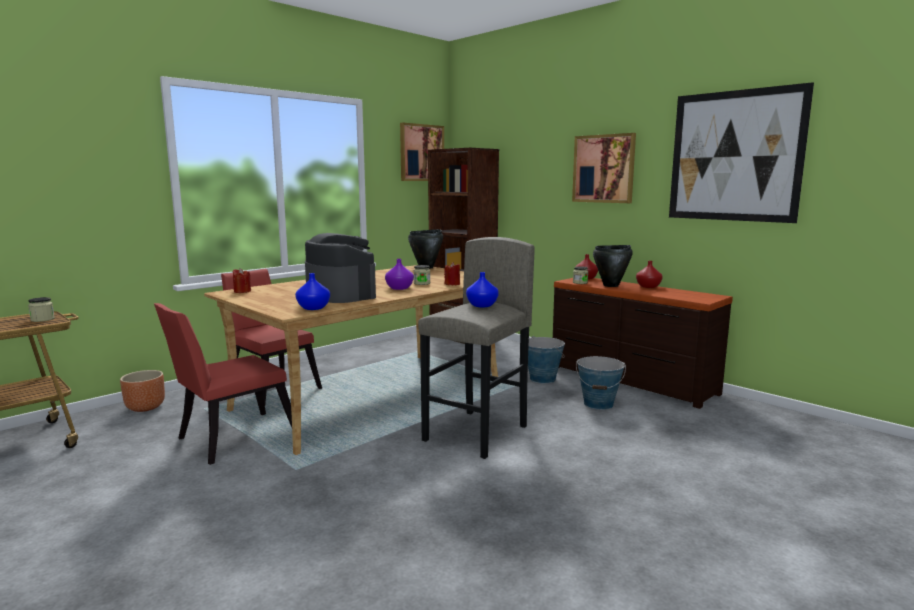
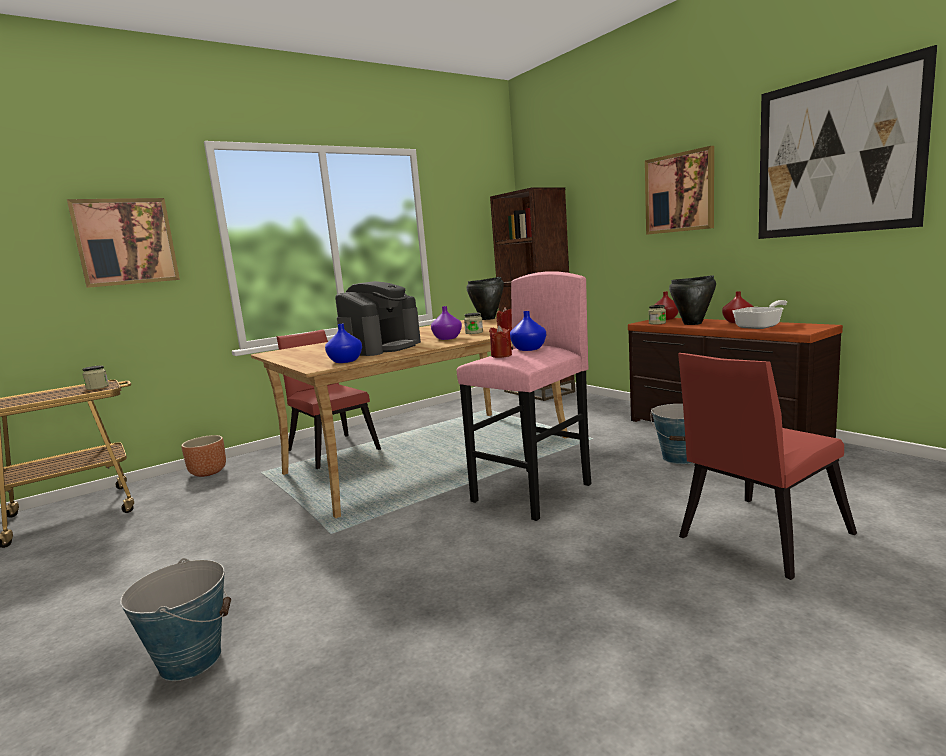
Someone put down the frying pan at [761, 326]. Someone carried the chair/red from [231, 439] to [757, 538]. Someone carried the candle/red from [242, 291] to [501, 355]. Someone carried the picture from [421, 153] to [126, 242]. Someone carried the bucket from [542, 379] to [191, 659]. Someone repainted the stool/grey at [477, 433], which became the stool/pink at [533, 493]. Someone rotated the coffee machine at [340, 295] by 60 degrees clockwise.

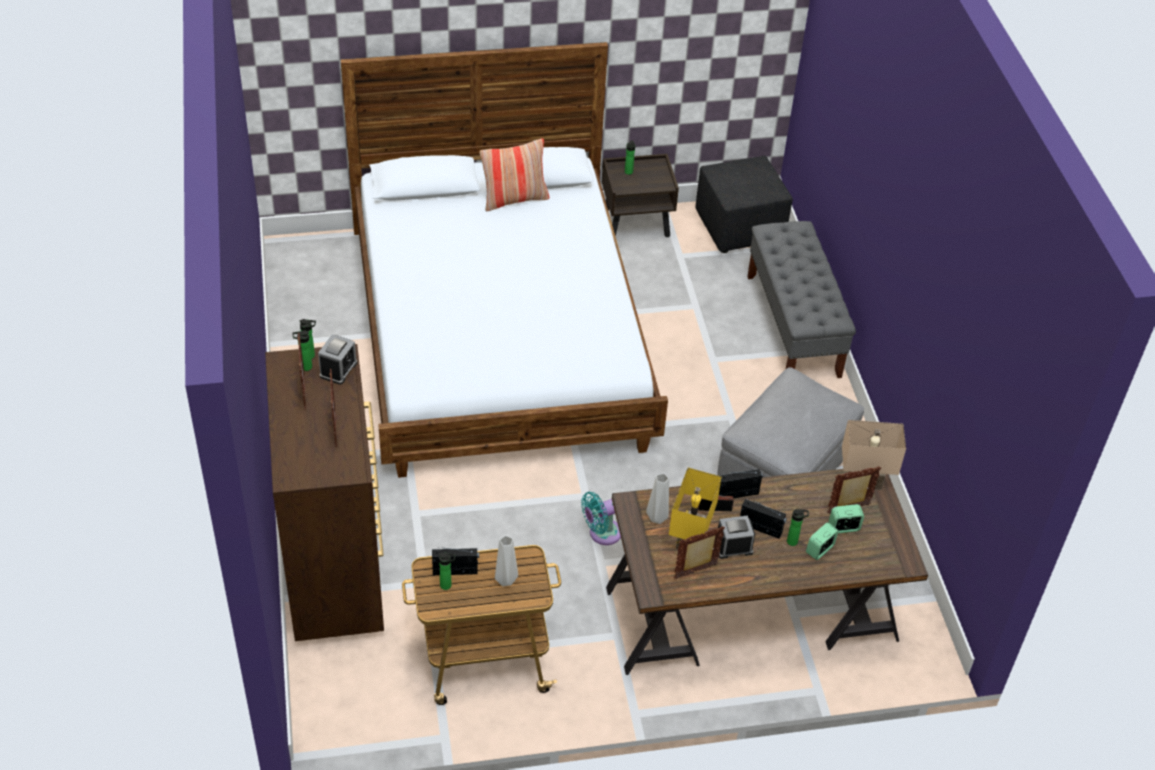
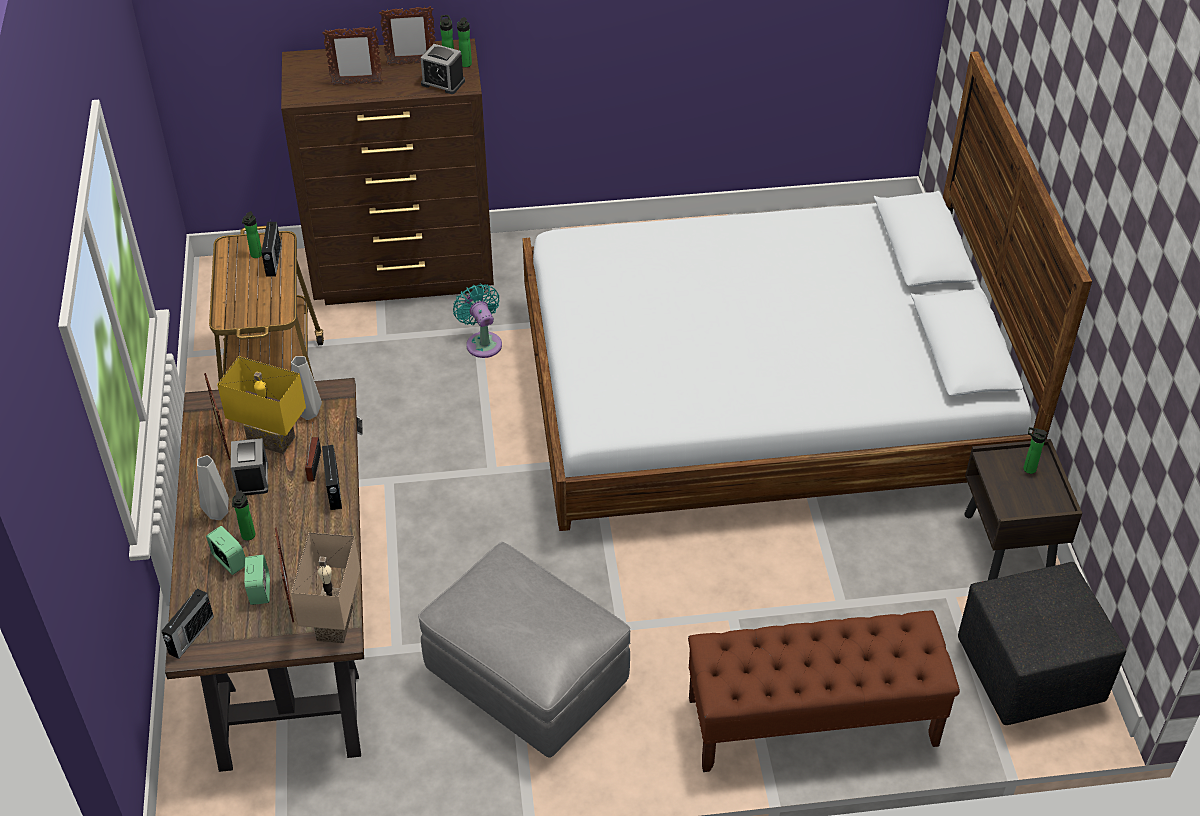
Someone took away the pillow at [514, 199]. Someone carried the vase/grey from [504, 581] to [217, 512]. Someone carried the fan/turquoise from [602, 533] to [482, 342]. Someone carried the radio from [761, 528] to [190, 636]. Someone repainted the bench/grey at [793, 326], which became the bench/brown at [811, 722].

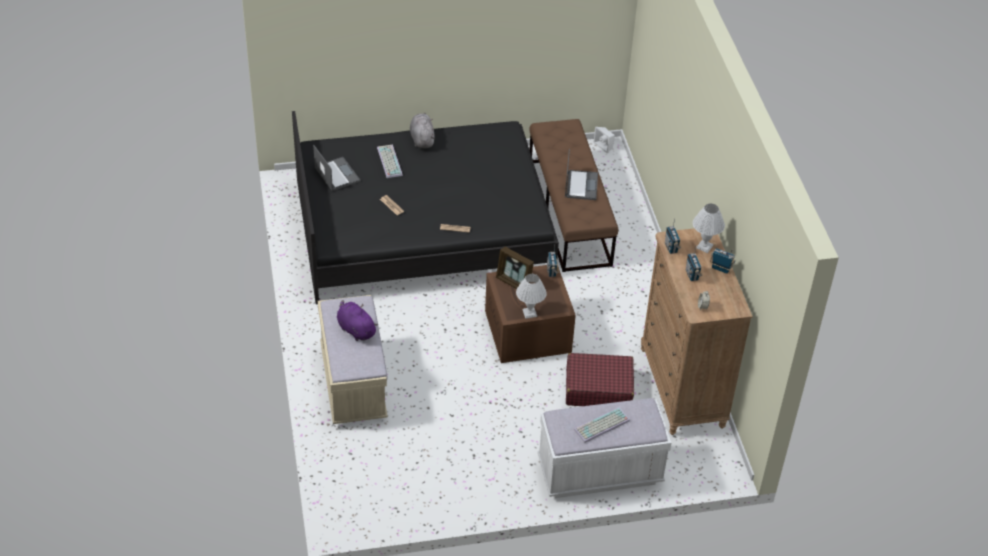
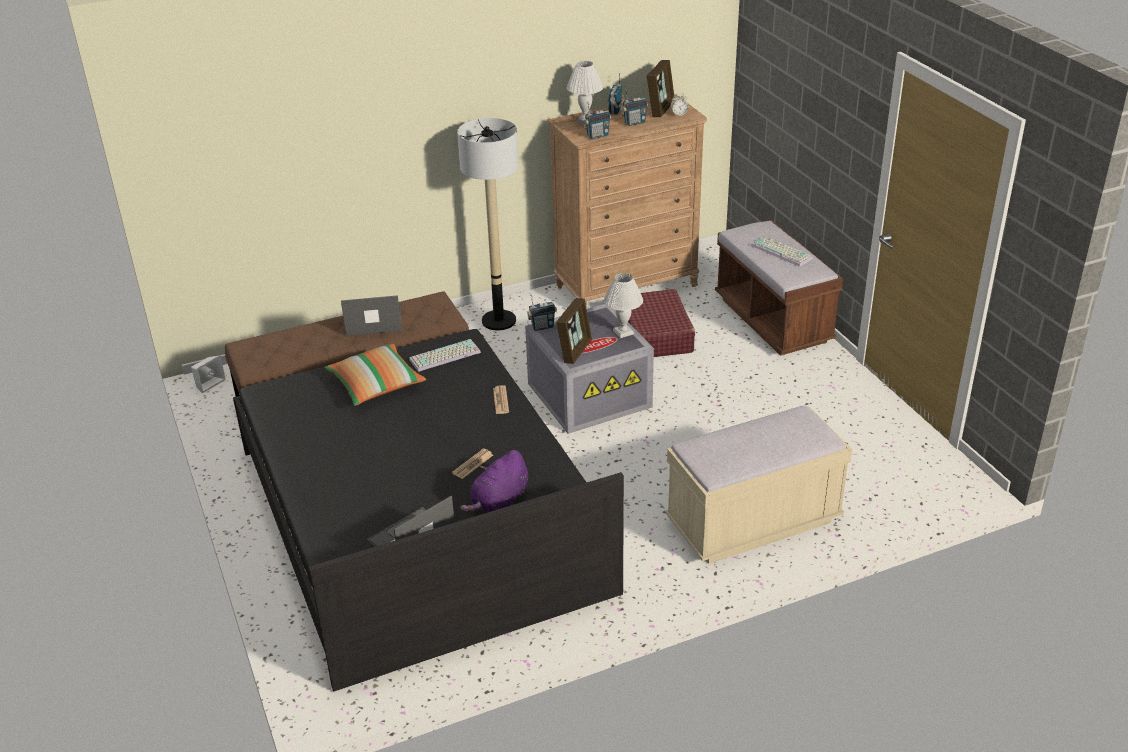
Someone took away the plush toy/grey at [422, 139]. Someone put down the pillow at [376, 385]. Someone put down the floor lamp at [499, 320]. Someone put down the picture frame at [660, 109]. Someone carried the plush toy/purple from [355, 329] to [499, 501]. Someone carried the keyboard from [388, 161] to [444, 357]. Someone repainted the storage box/brown at [529, 332], which became the storage box/grey at [590, 394]. Someone repainted the bench/white at [600, 472], which became the bench/brown at [773, 320].

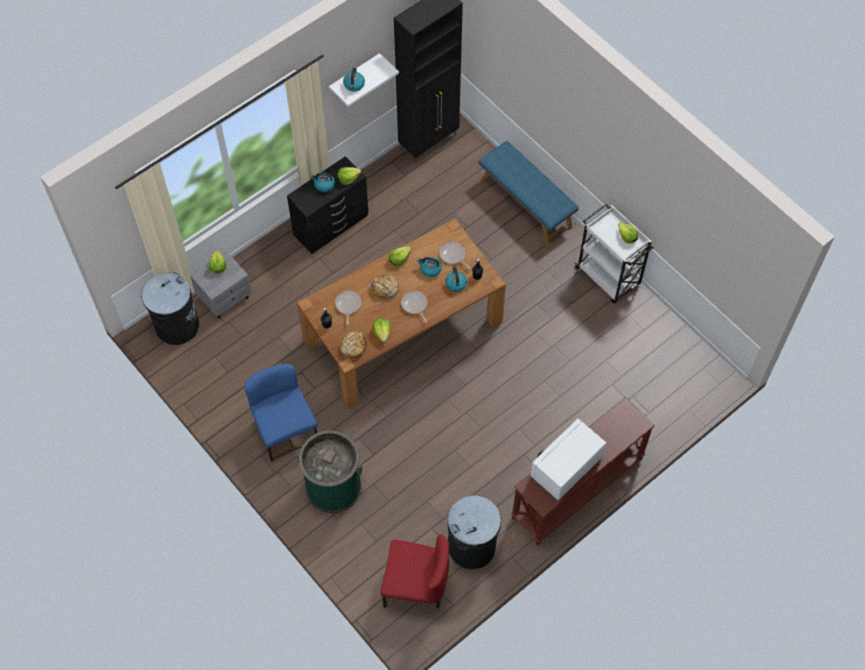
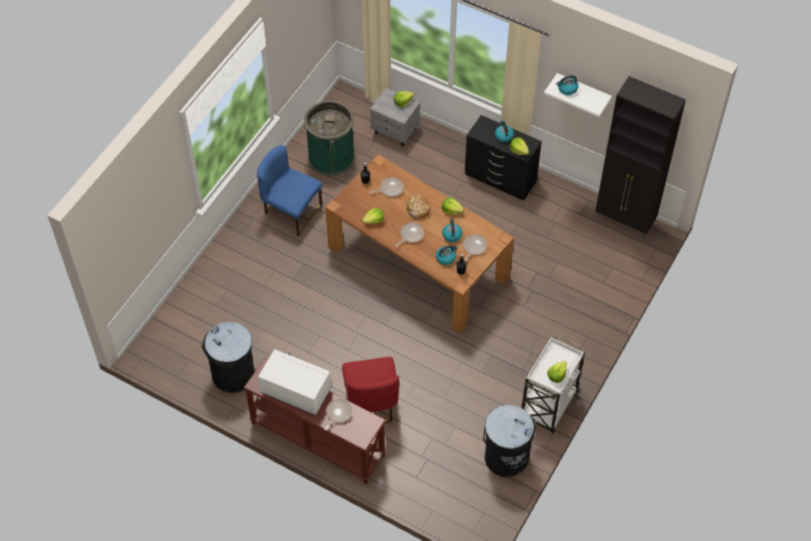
Someone took away the bread at [353, 346]. Someone took away the bench/blue at [526, 204]. Someone put down the frying pan at [338, 413]. Someone carried the trash can/black from [177, 325] to [506, 457]. Someone carried the trash can/green from [333, 486] to [331, 157]. Someone carried the chair/red from [415, 587] to [371, 403]. Someone rotated the chair/blue at [285, 430] by 105 degrees counterclockwise.

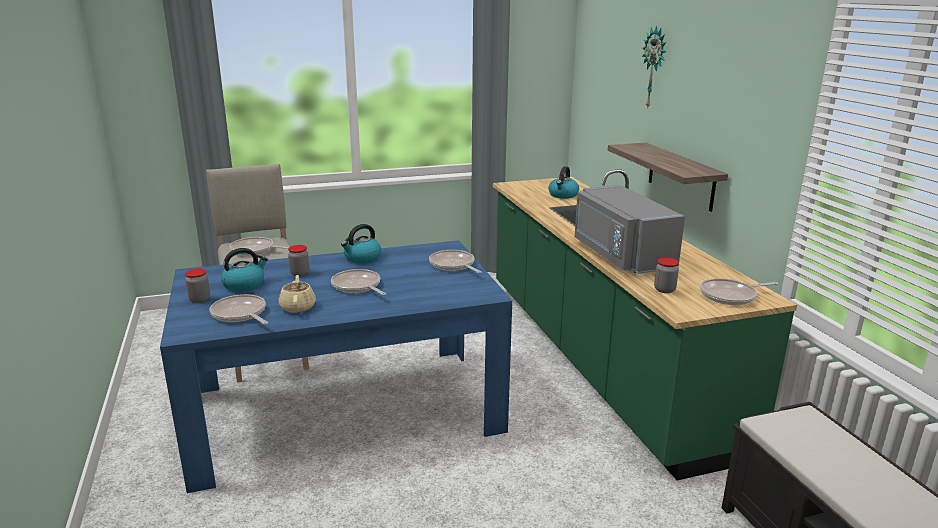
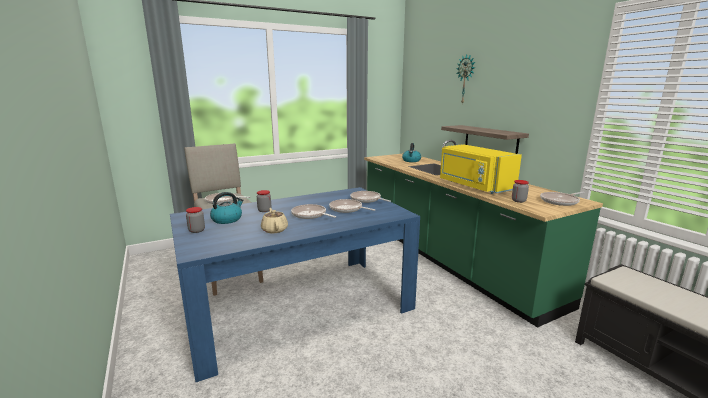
Someone took away the kettle at [362, 258]. Someone carried the frying pan from [240, 314] to [347, 209]. Someone repainted the microwave/grey at [620, 255], which became the microwave/yellow at [473, 186].

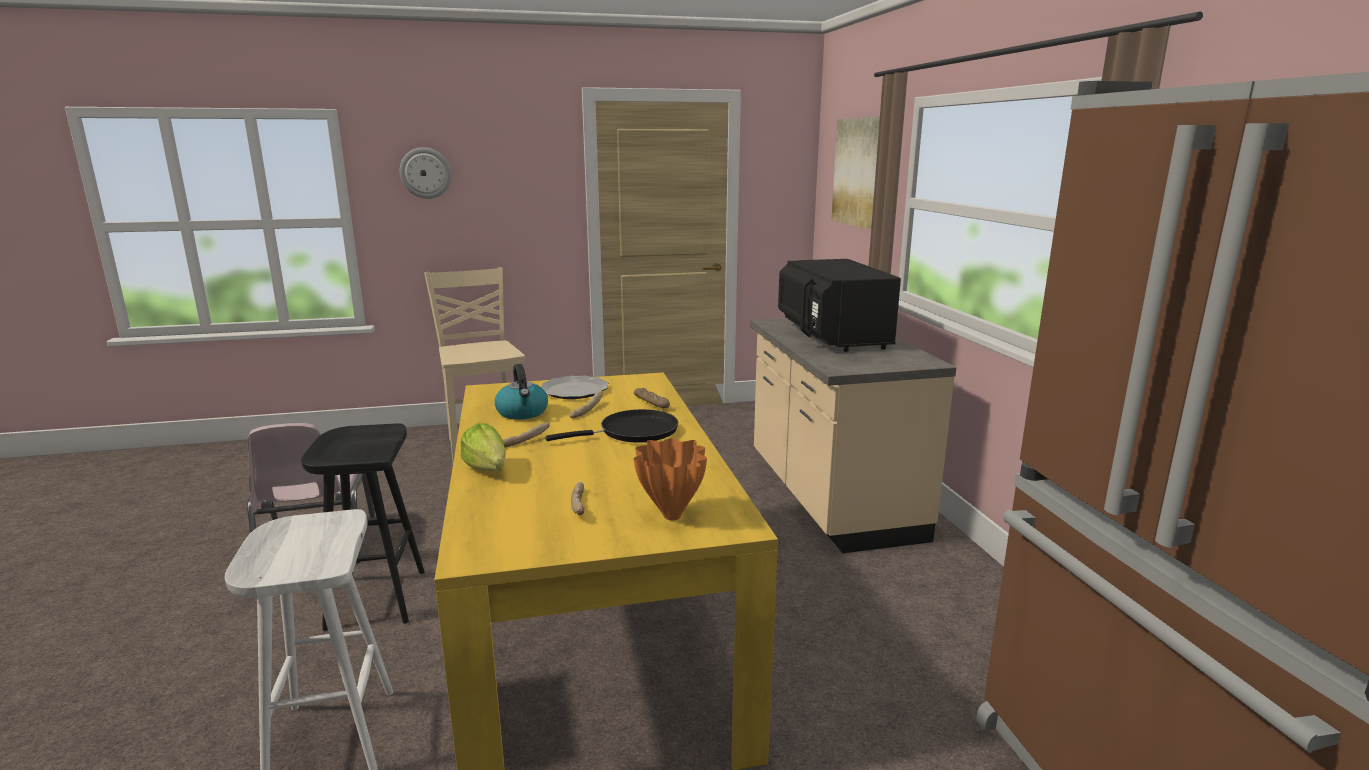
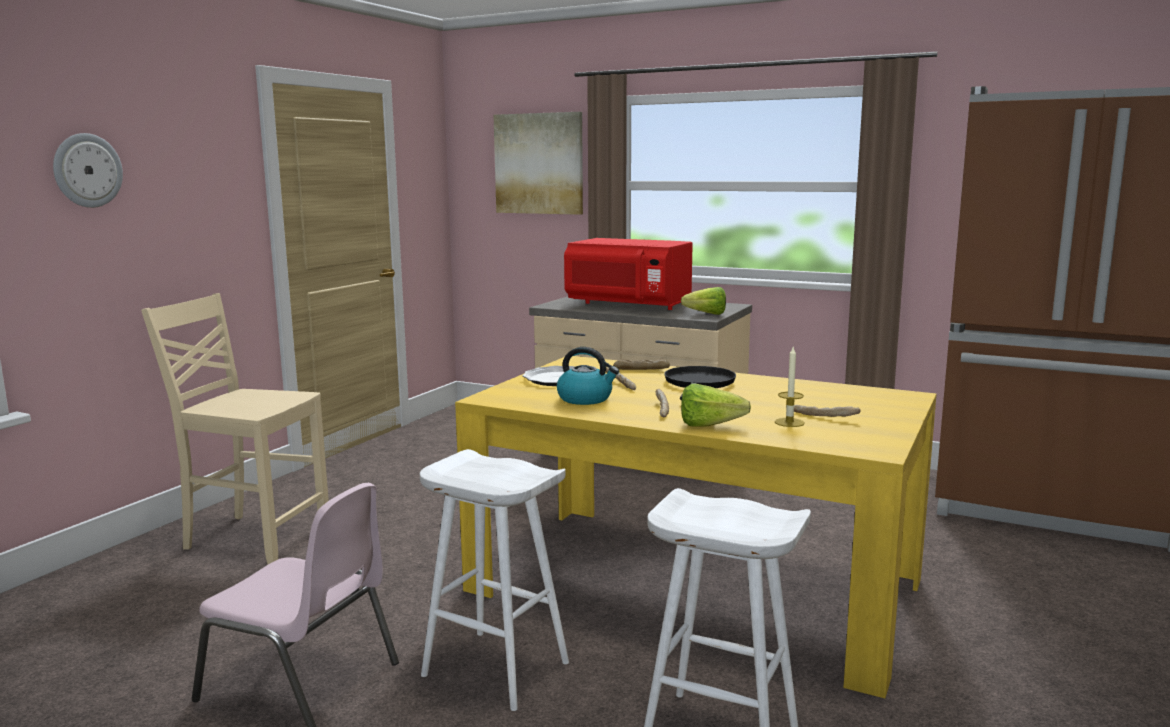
Someone took away the vase/orange at [671, 515]. Someone put down the lettuce at [702, 314]. Someone put down the candle at [789, 422]. Someone repainted the stool/black at [375, 598], which became the stool/white at [493, 669]. Someone repainted the microwave/black at [832, 337], which became the microwave/red at [628, 305].

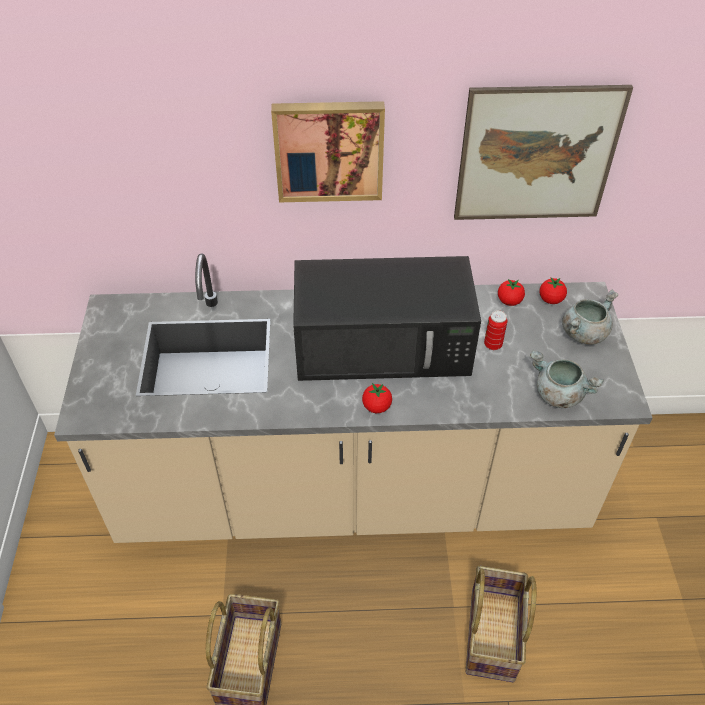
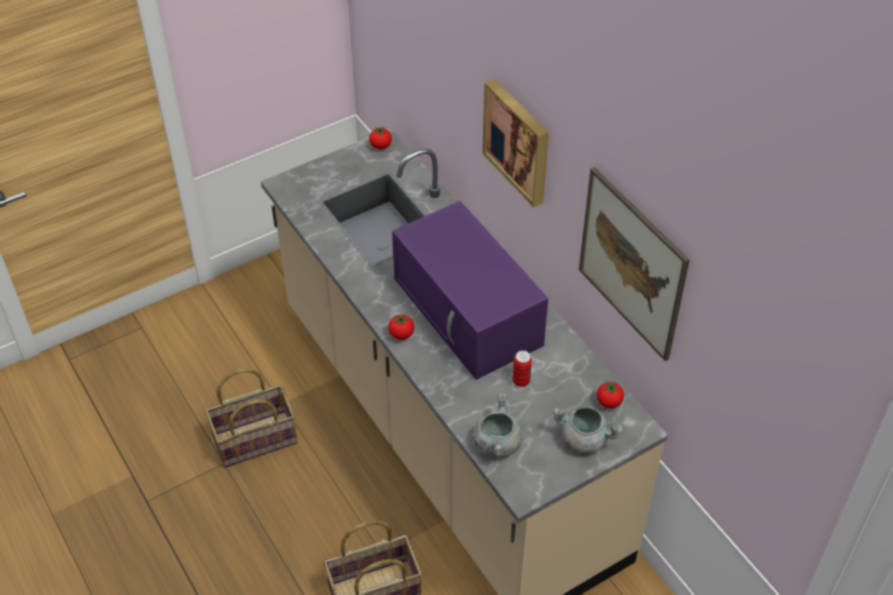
Someone carried the tomato from [509, 301] to [380, 146]. Someone repainted the microwave/black at [385, 344], which became the microwave/purple at [469, 312].

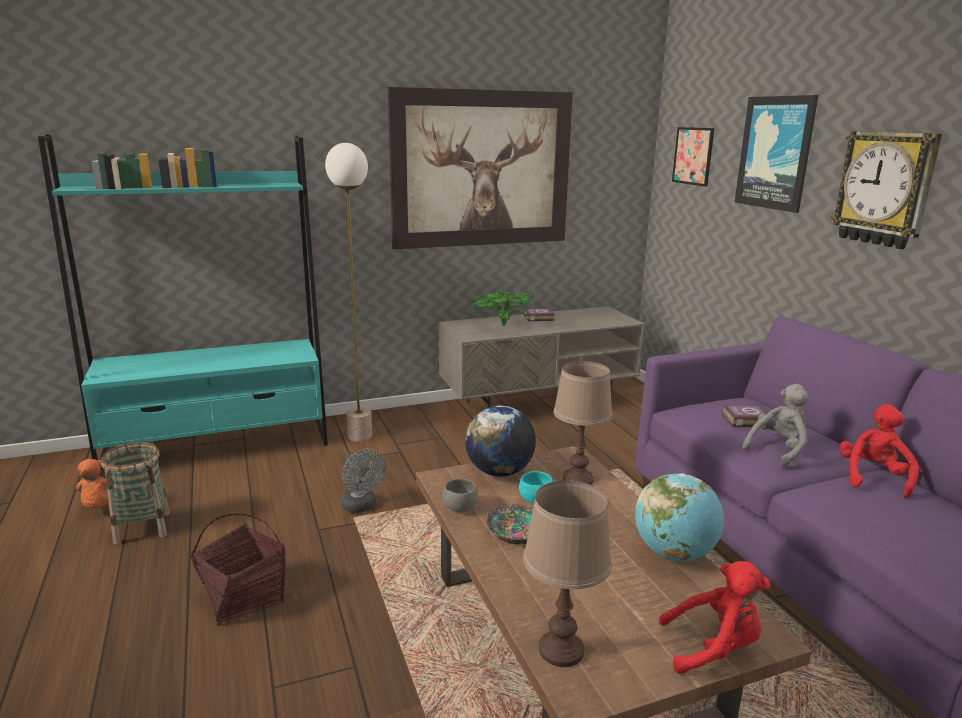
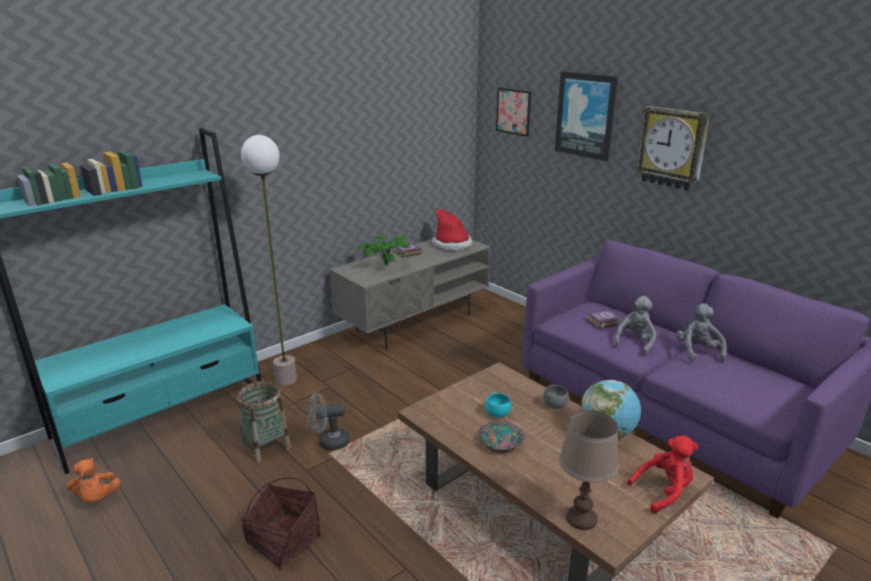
Someone took away the picture at [482, 169]. Someone took away the globe at [499, 472]. Someone took away the table lamp/brown at [578, 479]. Someone put down the hat at [452, 245]. Someone carried the basket from [143, 527] to [266, 446]. Someone carried the bowl/grey from [460, 508] to [554, 405]. Someone repainted the plush toy/red at [873, 478], which became the plush toy/grey at [697, 351]. Someone rotated the fan/grey at [361, 507] by 135 degrees clockwise.

